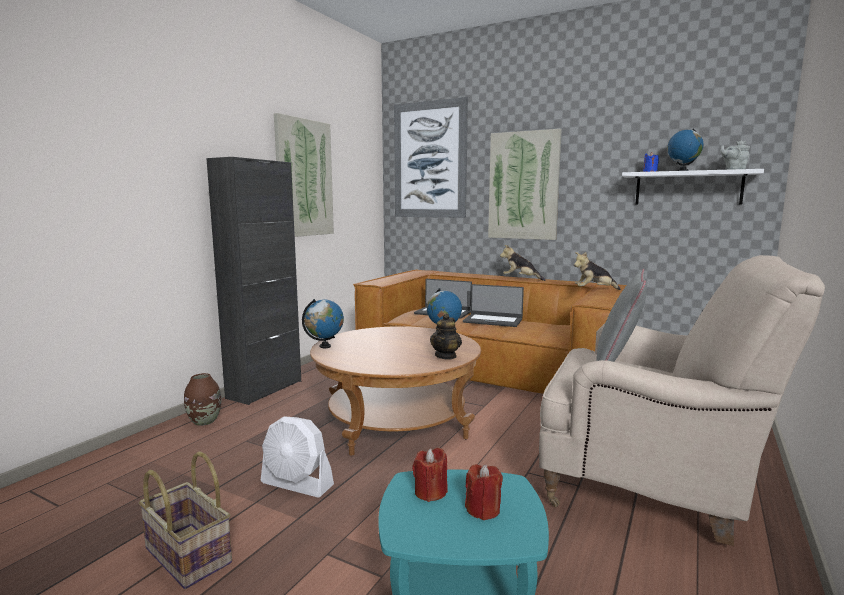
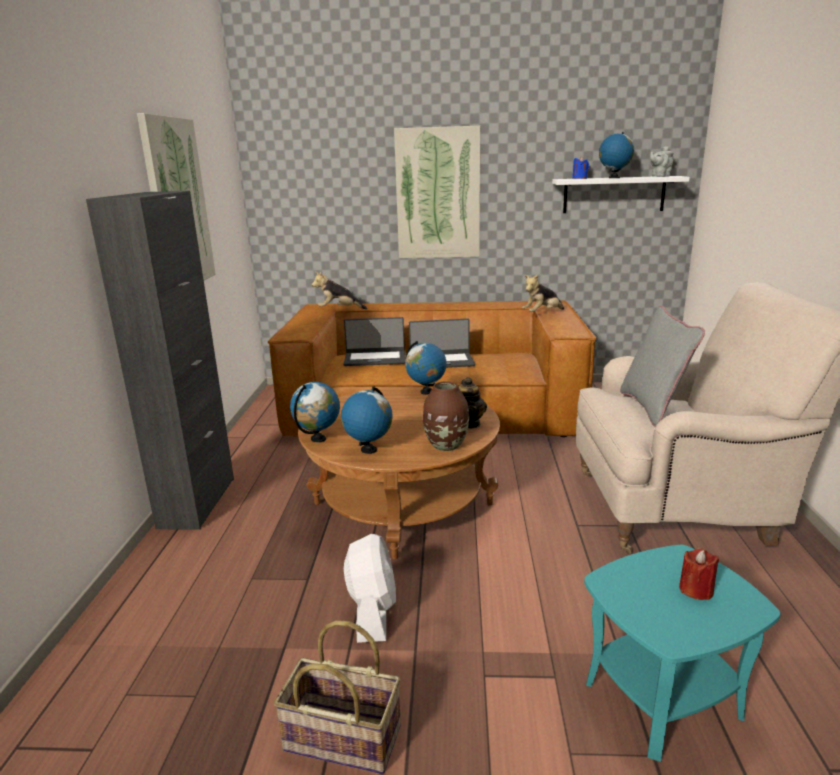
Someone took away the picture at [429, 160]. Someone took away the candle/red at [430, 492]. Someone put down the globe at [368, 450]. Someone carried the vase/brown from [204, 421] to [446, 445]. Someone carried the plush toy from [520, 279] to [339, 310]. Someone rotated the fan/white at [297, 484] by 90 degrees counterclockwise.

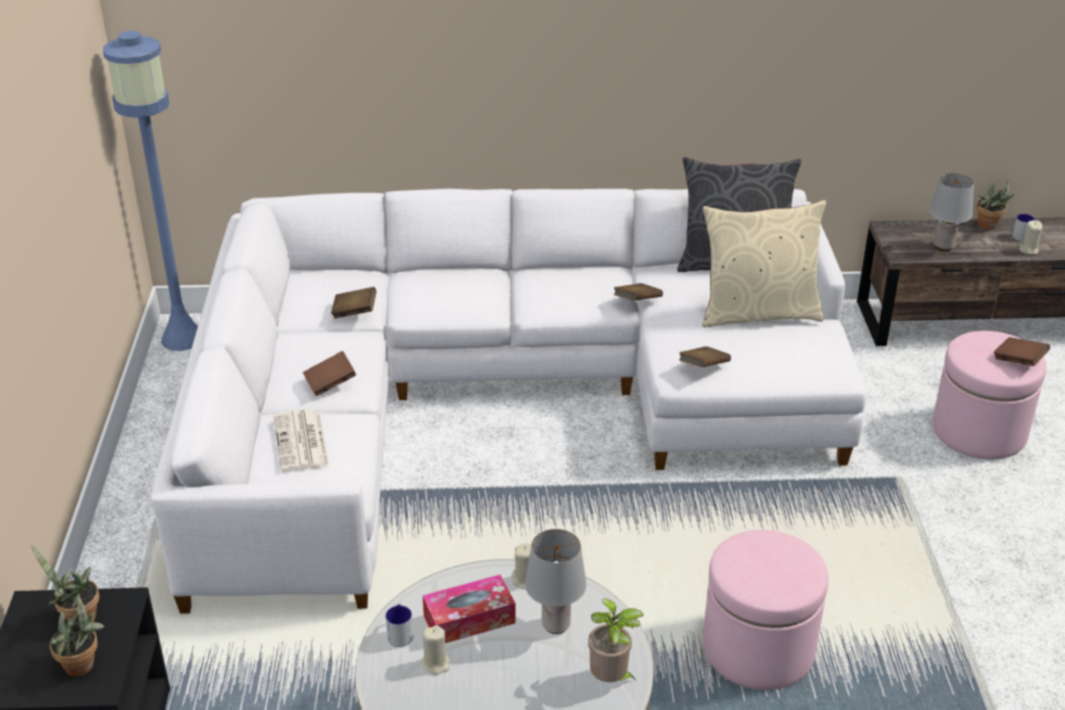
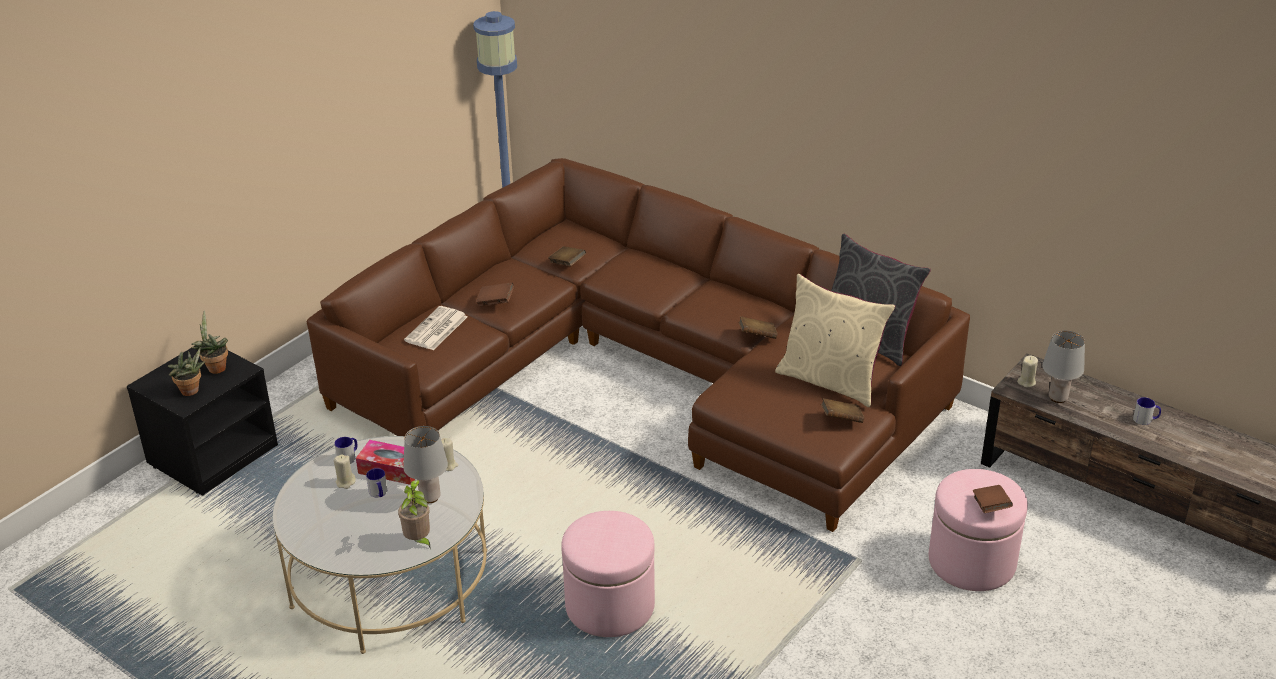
Someone took away the potted plant at [989, 226]. Someone put down the mug at [379, 493]. Someone carried the book/brown from [703, 367] to [841, 419]. Someone carried the candle/beige from [1028, 250] to [1026, 382]. Someone repainted the sofa/white at [495, 402], which became the sofa/brown at [647, 373].

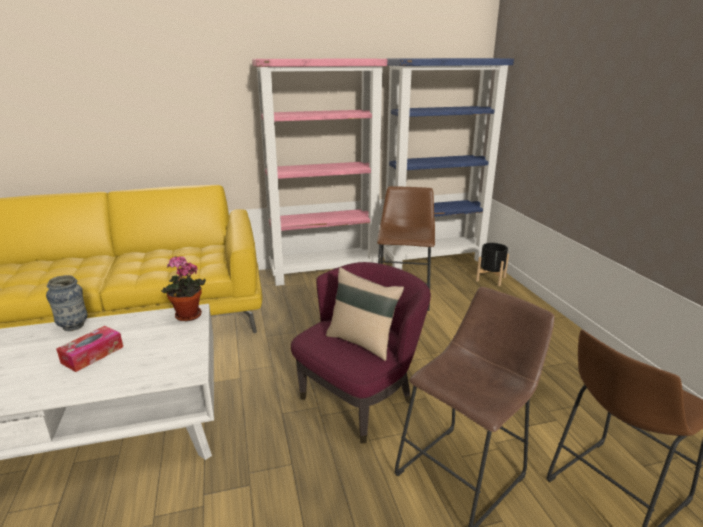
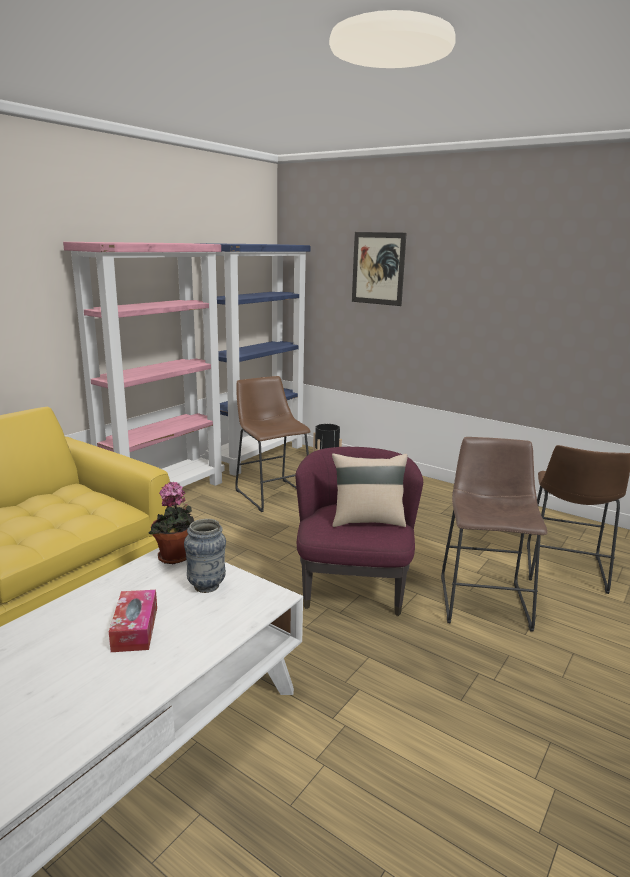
Someone put up the picture at [378, 268]. Someone carried the vase from [73, 326] to [206, 586].

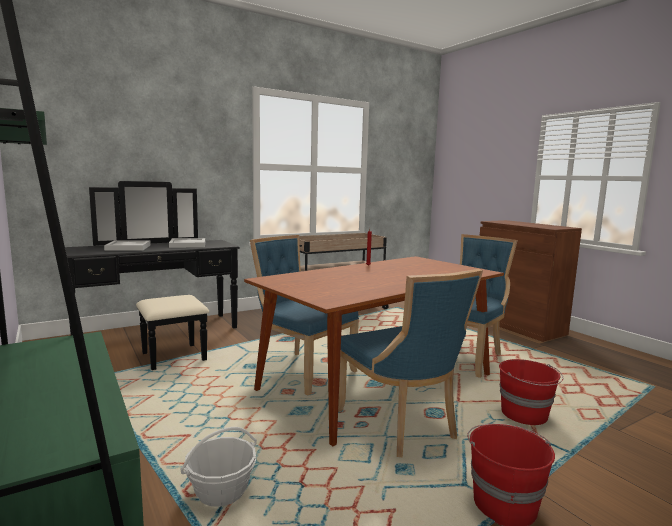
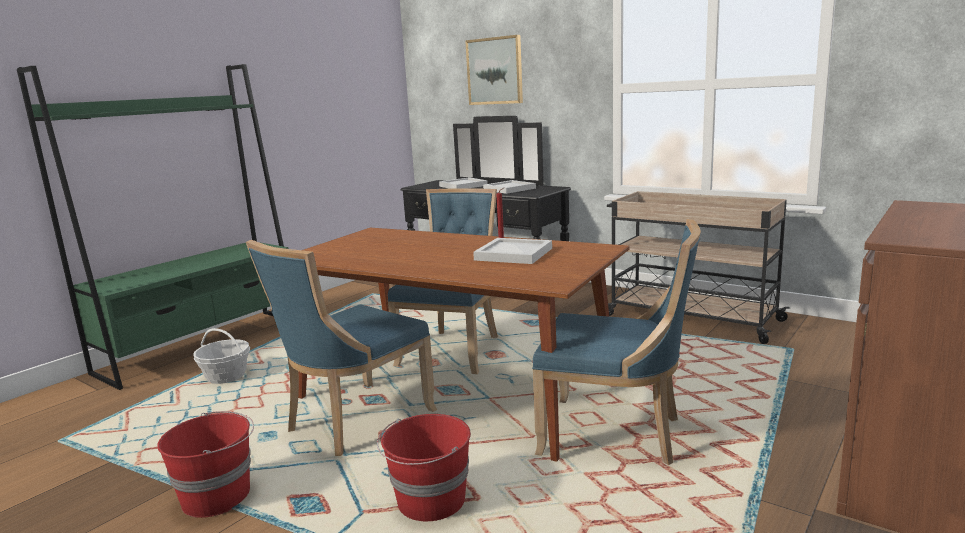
Someone put up the picture at [495, 71]. Someone put down the tray/white at [512, 254].

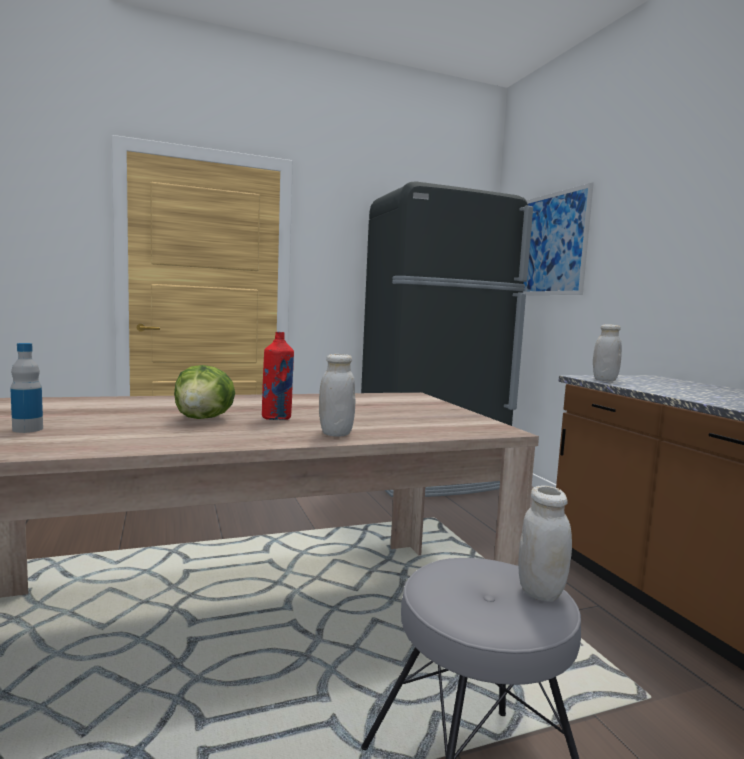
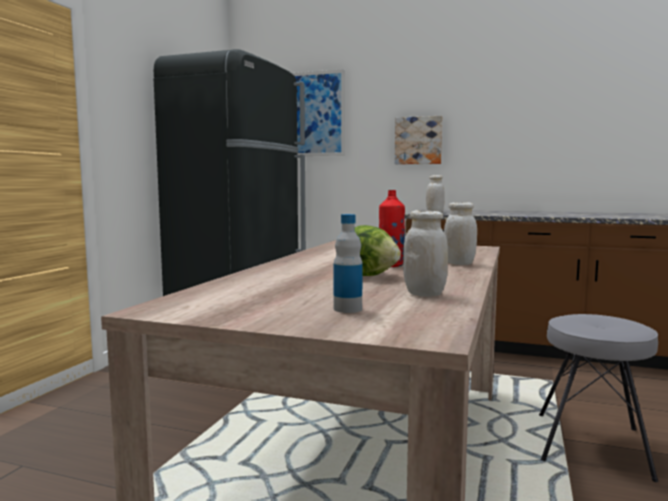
Someone put up the picture at [418, 140]. Someone carried the jar/white from [540, 591] to [424, 294].

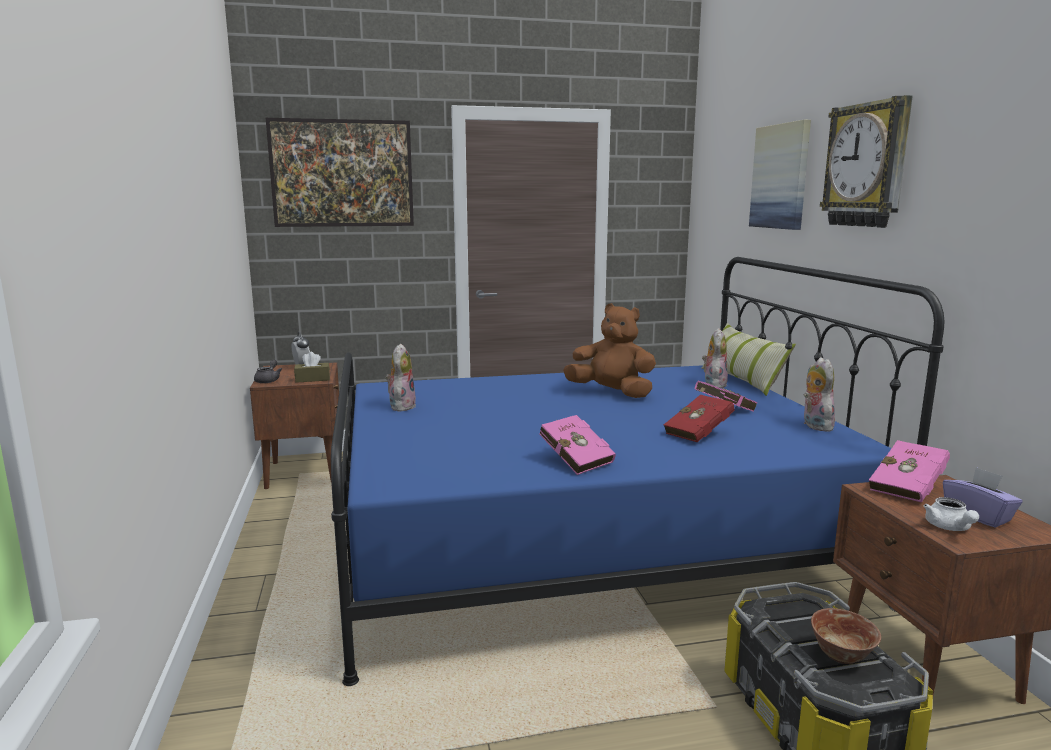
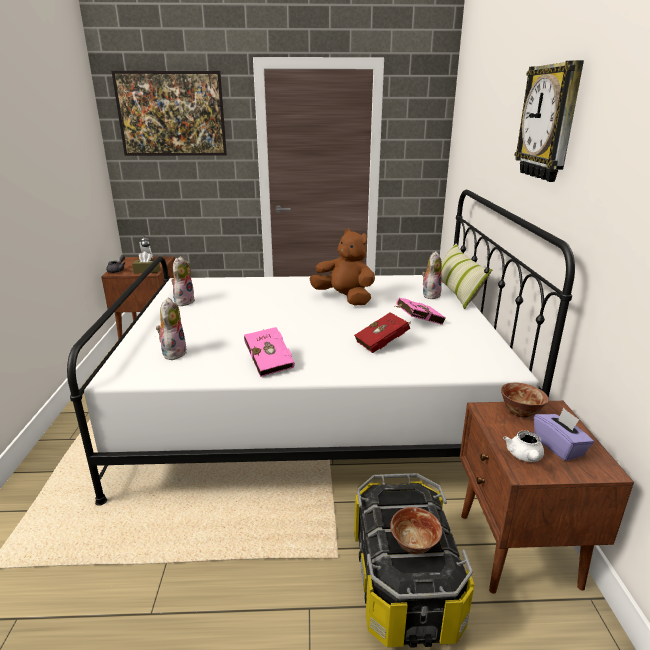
Someone took away the picture at [780, 176]. Someone carried the plush toy from [814, 426] to [173, 352]. Someone swapped the book/pink at [909, 488] for the bowl at [520, 412]. Someone repainted the bed/blue at [584, 542], which became the bed/white at [313, 408].

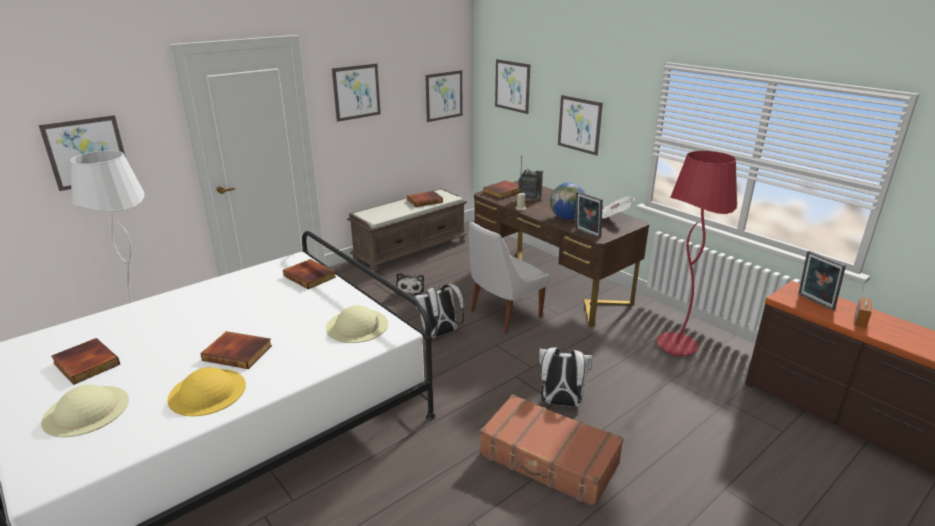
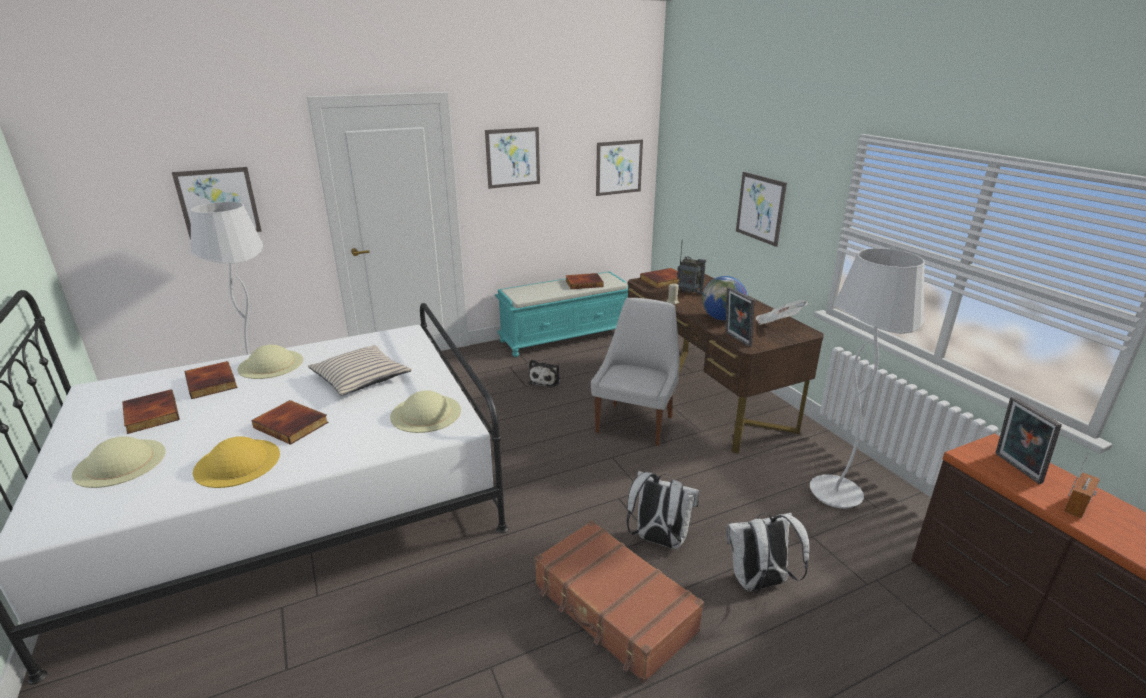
Someone took away the picture at [512, 86]. Someone put down the hat/beige at [271, 364]. Someone put down the pillow/beige at [361, 378]. Someone carried the book from [310, 276] to [213, 382]. Someone carried the backpack/white from [440, 334] to [759, 583]. Someone repainted the bench/brown at [411, 250], which became the bench/turquoise at [565, 336]. Someone repainted the floor lamp/red at [676, 346], which became the floor lamp/white at [835, 494]. Someone rotated the chair/white at [503, 315] by 135 degrees clockwise.

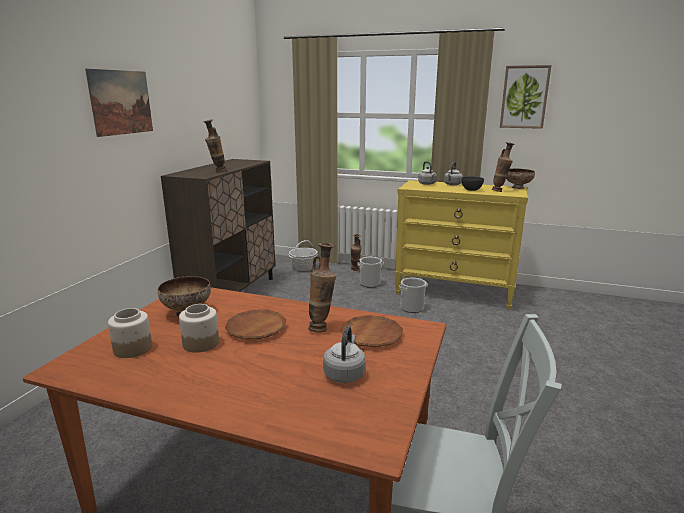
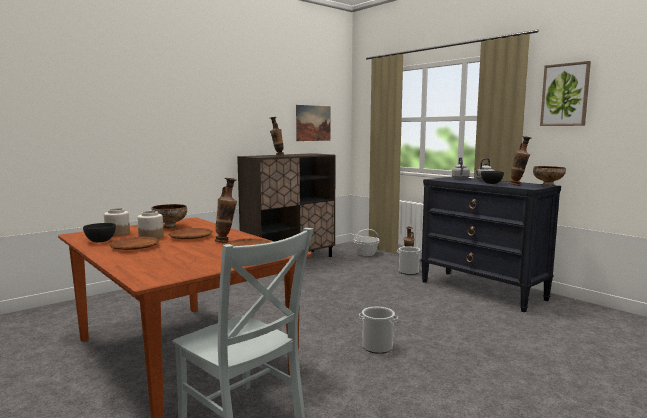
Someone took away the kettle/grey at [345, 374]. Someone put down the bowl/grey at [100, 241]. Someone put down the plate/brown at [135, 247]. Someone carried the picture from [121, 102] to [313, 123]. Someone carried the bucket from [412, 308] to [377, 347]. Someone repainted the dresser/yellow at [454, 292], which became the dresser/black at [482, 290].

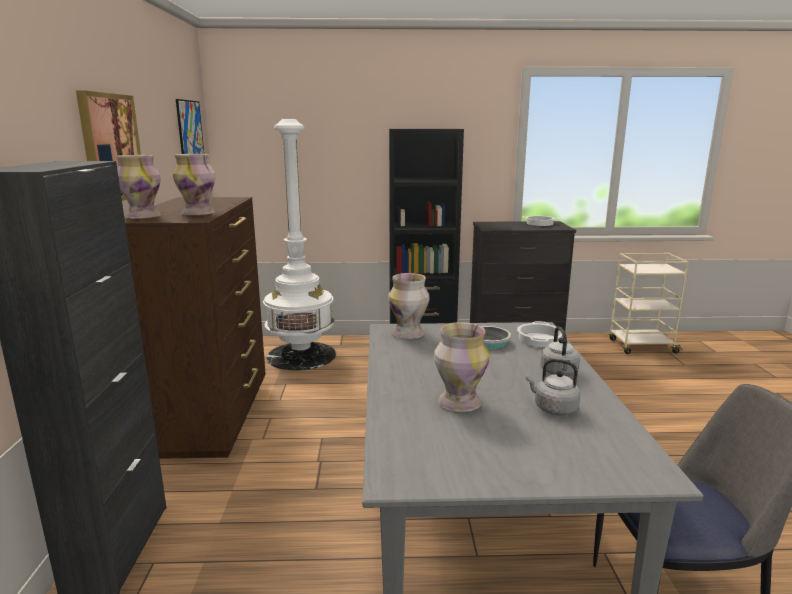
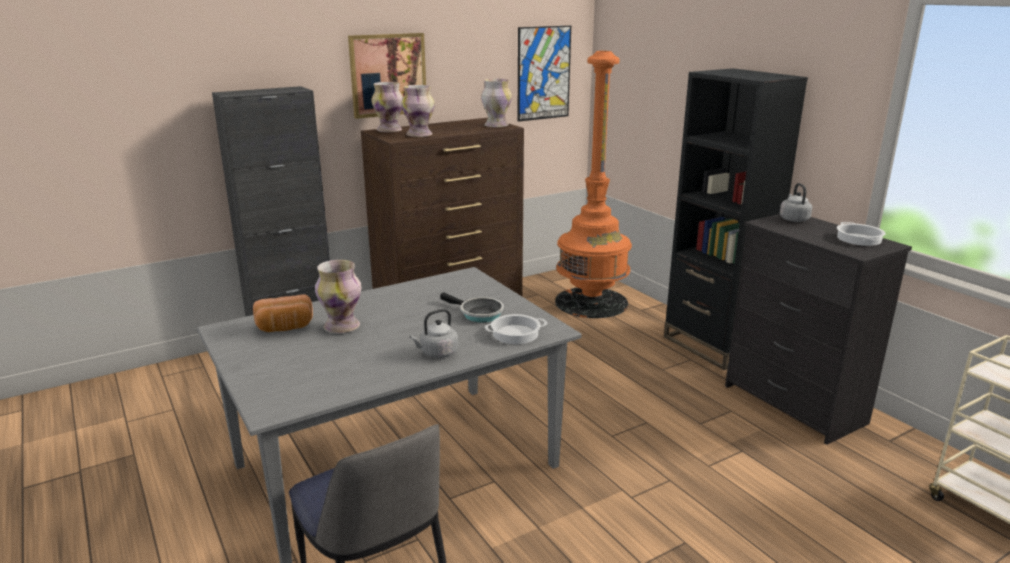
Someone put down the bread at [285, 328]. Someone carried the vase from [408, 334] to [495, 125]. Someone carried the kettle/grey from [553, 408] to [793, 219]. Someone repainted the floor lamp/white at [301, 356], which became the floor lamp/orange at [591, 302].

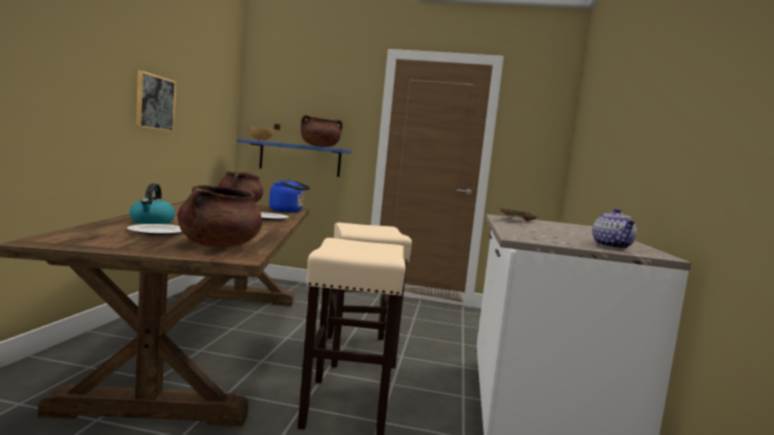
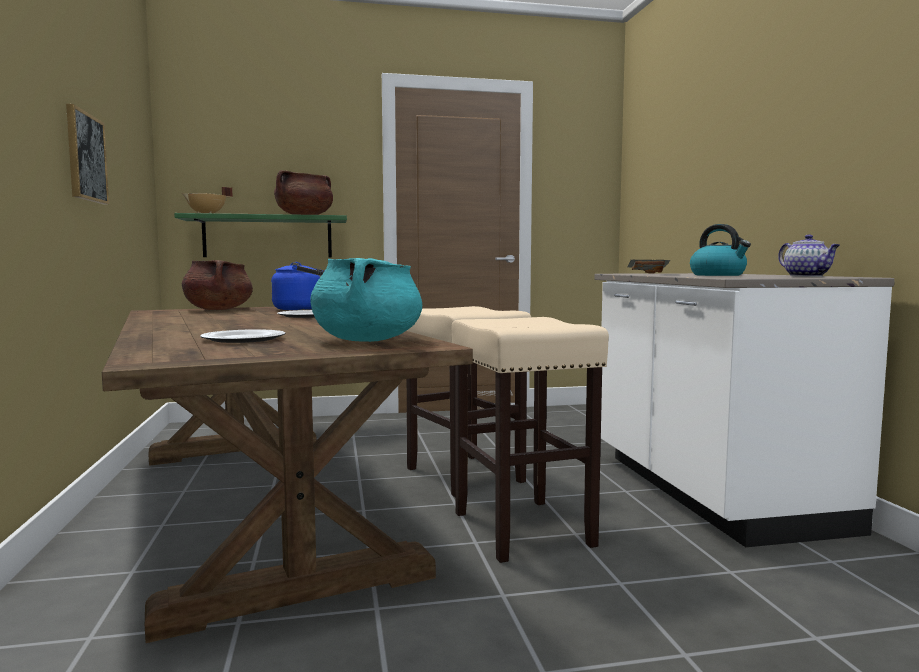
Someone carried the kettle from [152, 222] to [718, 275]. Someone repainted the cooking pot/brown at [219, 246], which became the cooking pot/turquoise at [367, 340]. Someone repainted the shelf/blue at [300, 159], which became the shelf/green at [268, 237].

